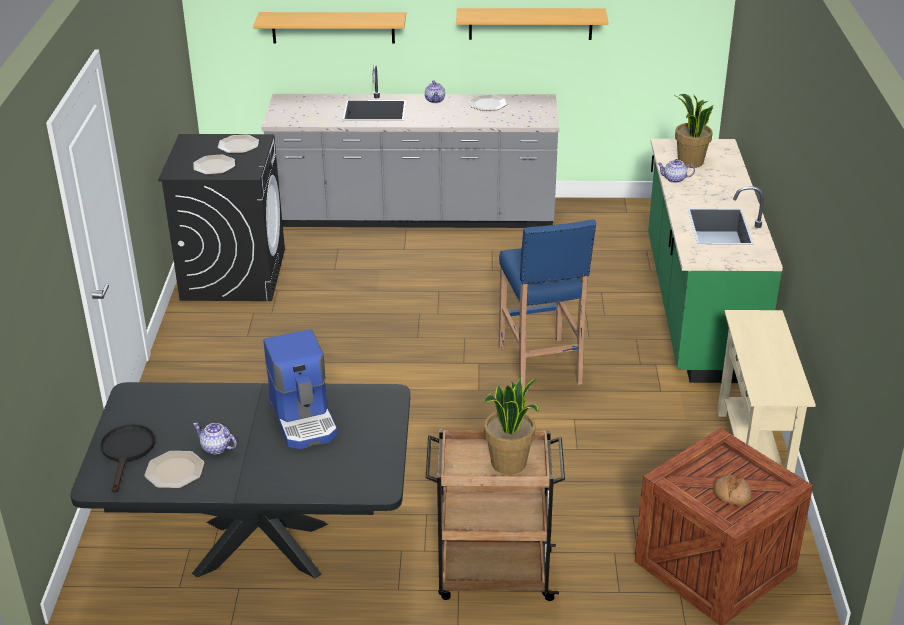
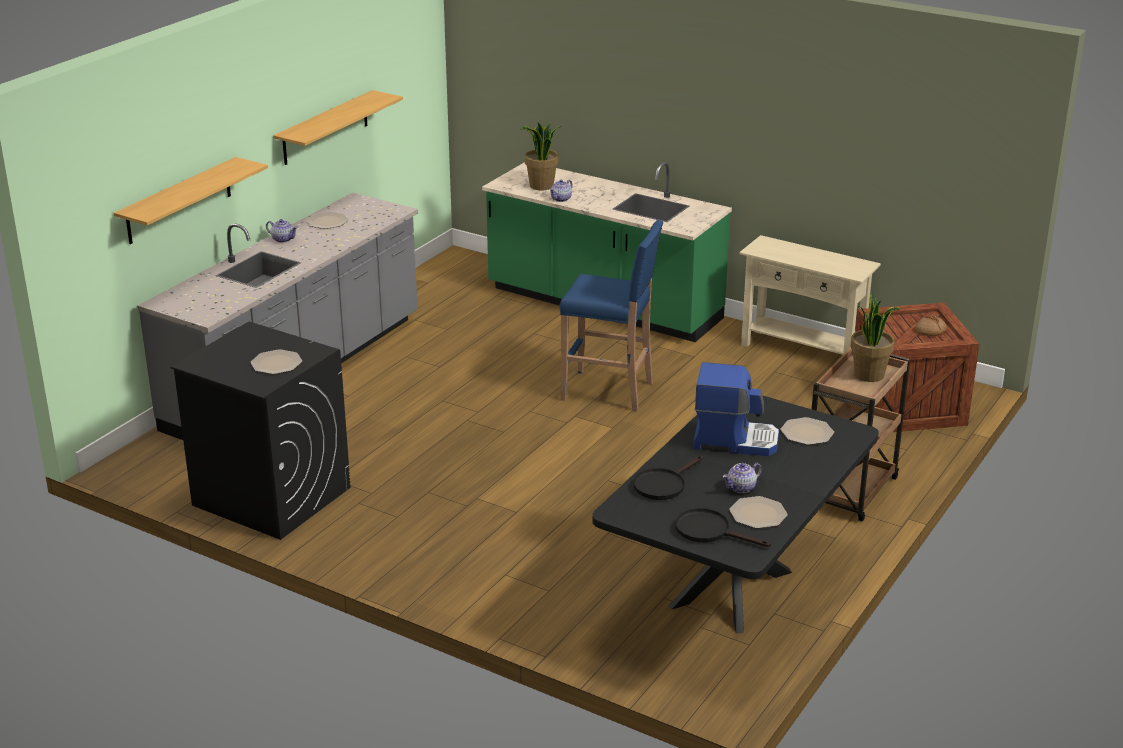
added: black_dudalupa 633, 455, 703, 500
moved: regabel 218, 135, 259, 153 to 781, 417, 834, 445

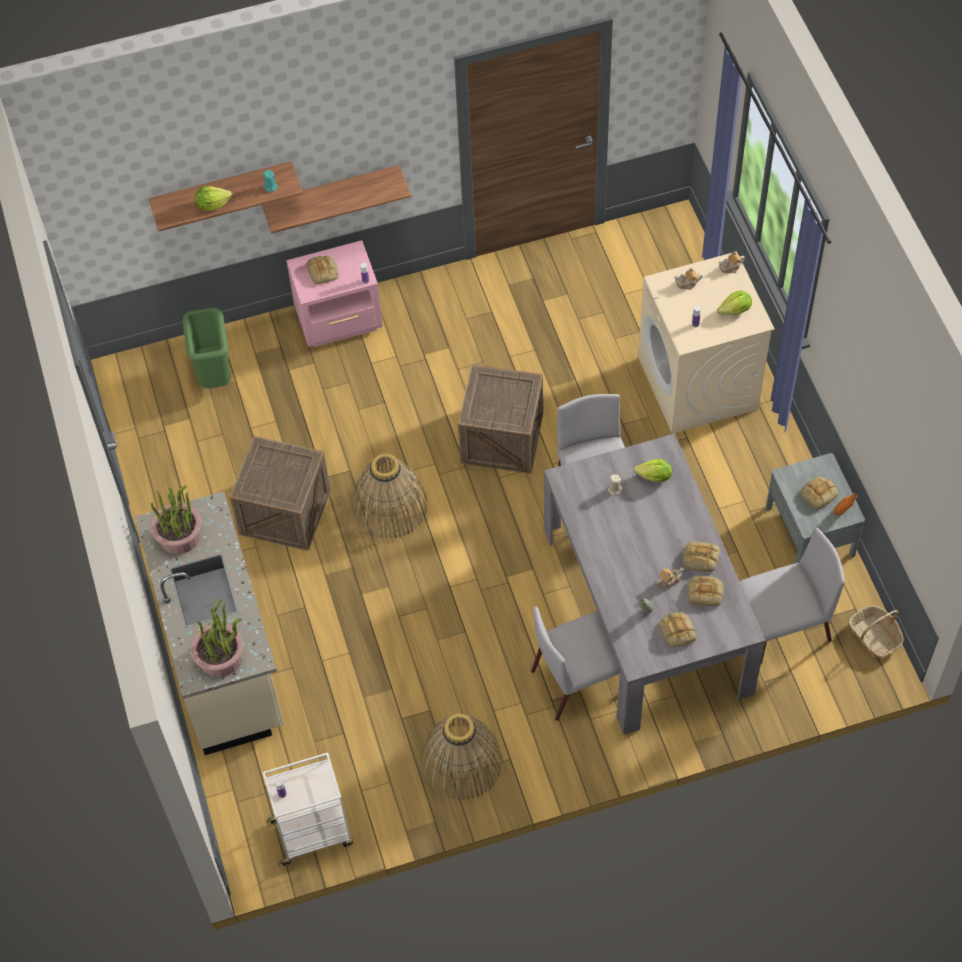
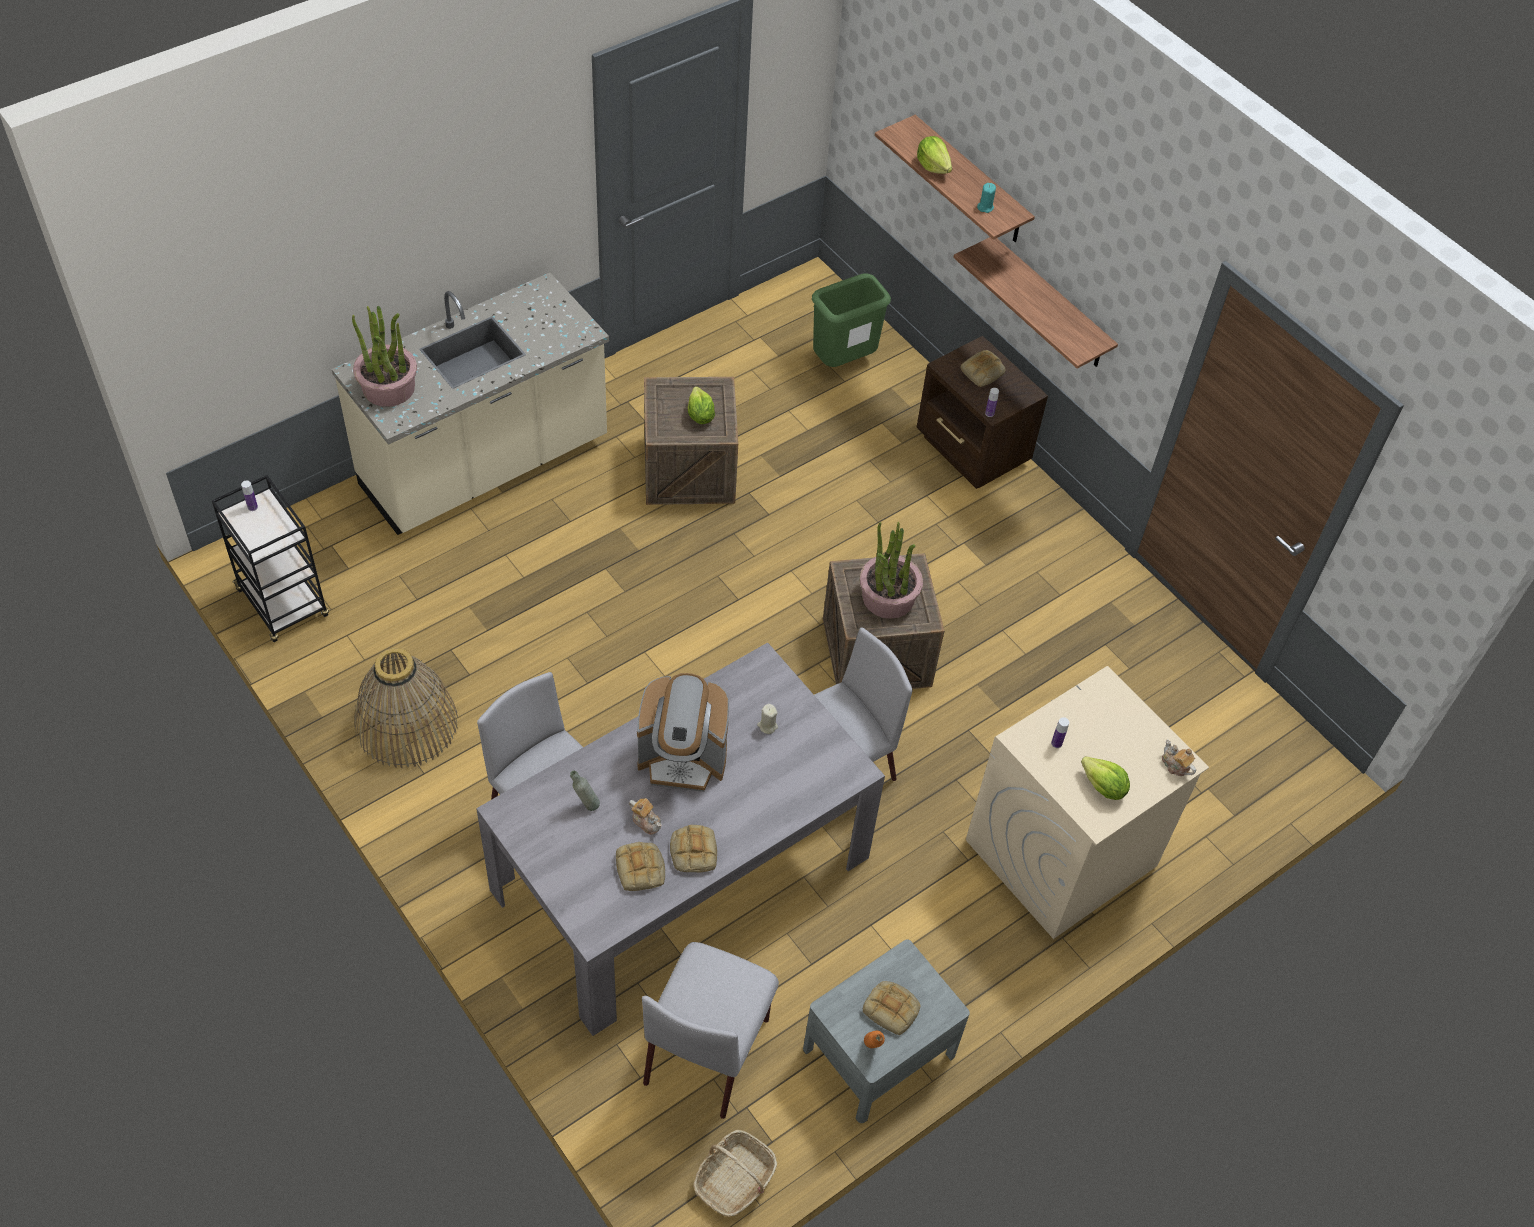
removed: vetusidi 353, 453, 428, 539; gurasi 659, 612, 696, 647; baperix 674, 268, 702, 290
added: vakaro 637, 673, 729, 792
moved: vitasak 150, 485, 201, 554 to 860, 522, 923, 619; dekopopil 633, 459, 672, 482 to 688, 386, 715, 424
recoloured: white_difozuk 263, 753, 353, 866 to black_difozuk 212, 475, 329, 642; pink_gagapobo 286, 240, 383, 347 to brown_gagapobo 917, 336, 1048, 489
turned: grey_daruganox 740, 528, 845, 664 = 642, 942, 779, 1119 60 degrees clockwise

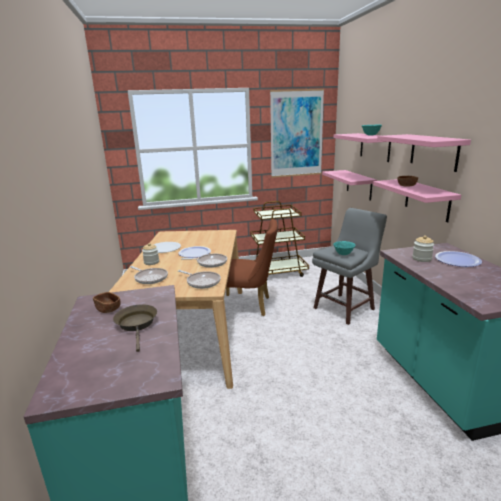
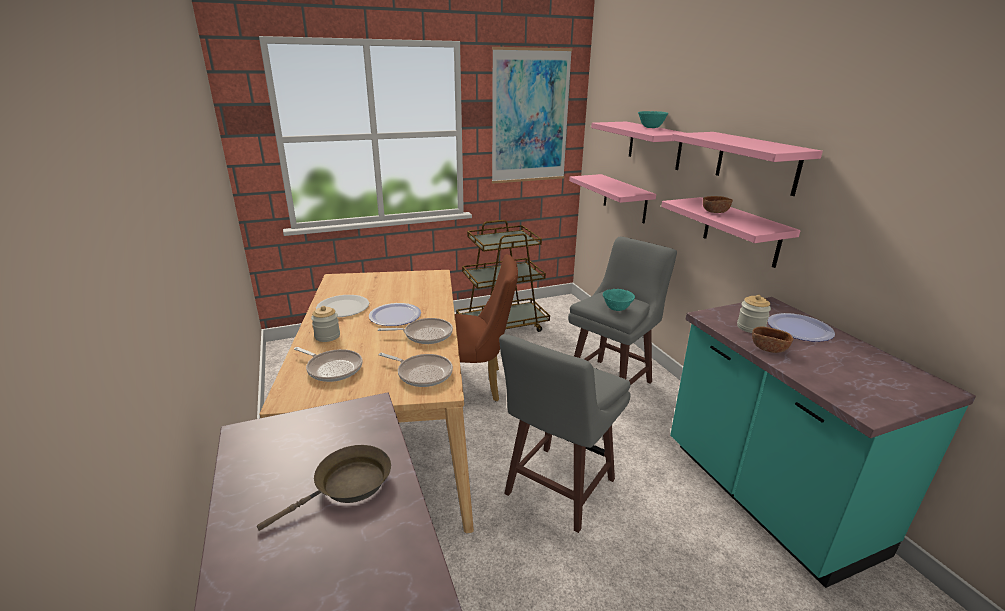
added: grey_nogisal 499, 334, 631, 533
moved: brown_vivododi 93, 292, 121, 313 to 752, 327, 793, 353
turned: brown_dudalupa 113, 304, 157, 352 = 257, 445, 391, 531 75 degrees clockwise

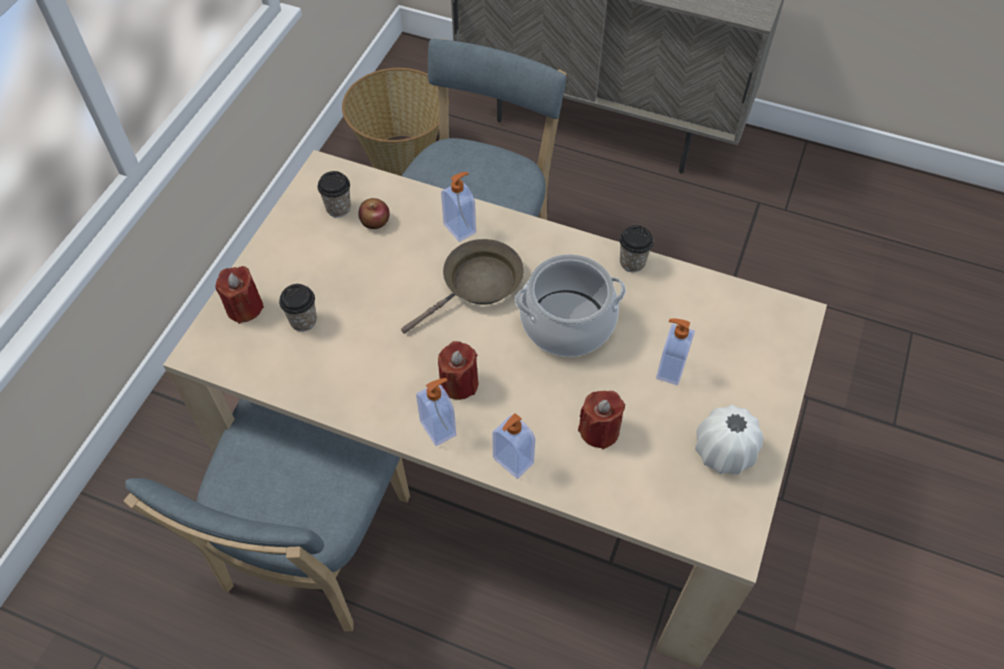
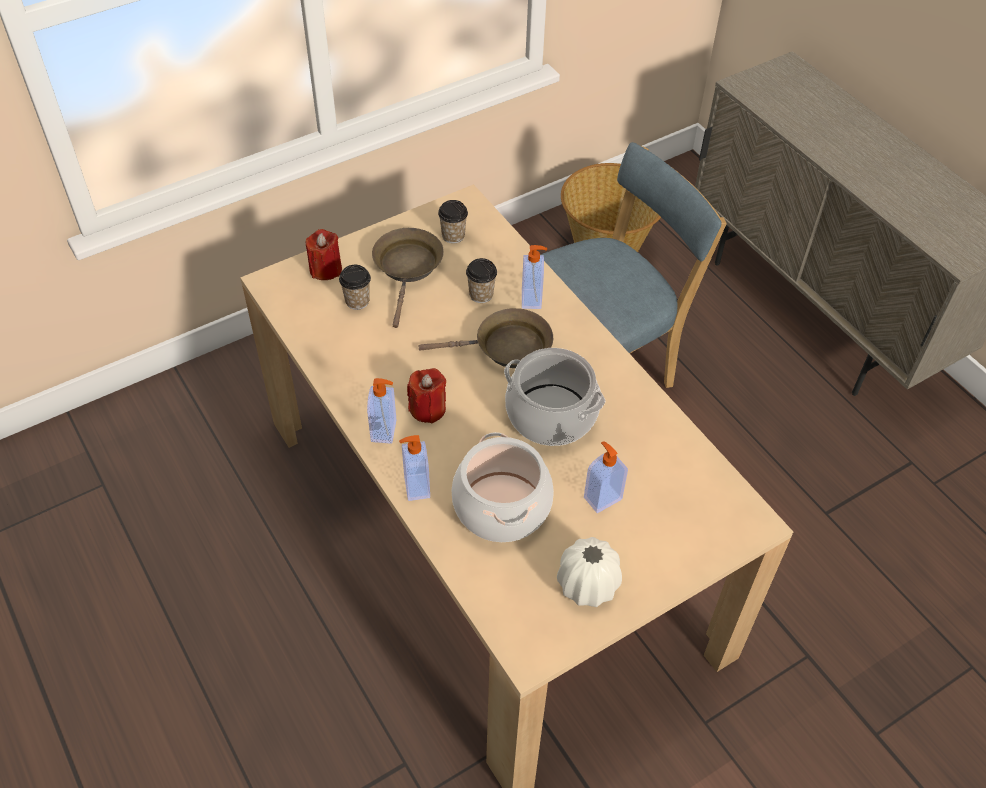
removed: blue_daruganox 124, 398, 410, 632; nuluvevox 358, 198, 390, 229
added: brown_dudalupa 372, 228, 444, 328
moved: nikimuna 620, 225, 654, 272 to 466, 258, 497, 303
replaced: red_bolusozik 578, 391, 625, 449 to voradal 451, 432, 554, 542

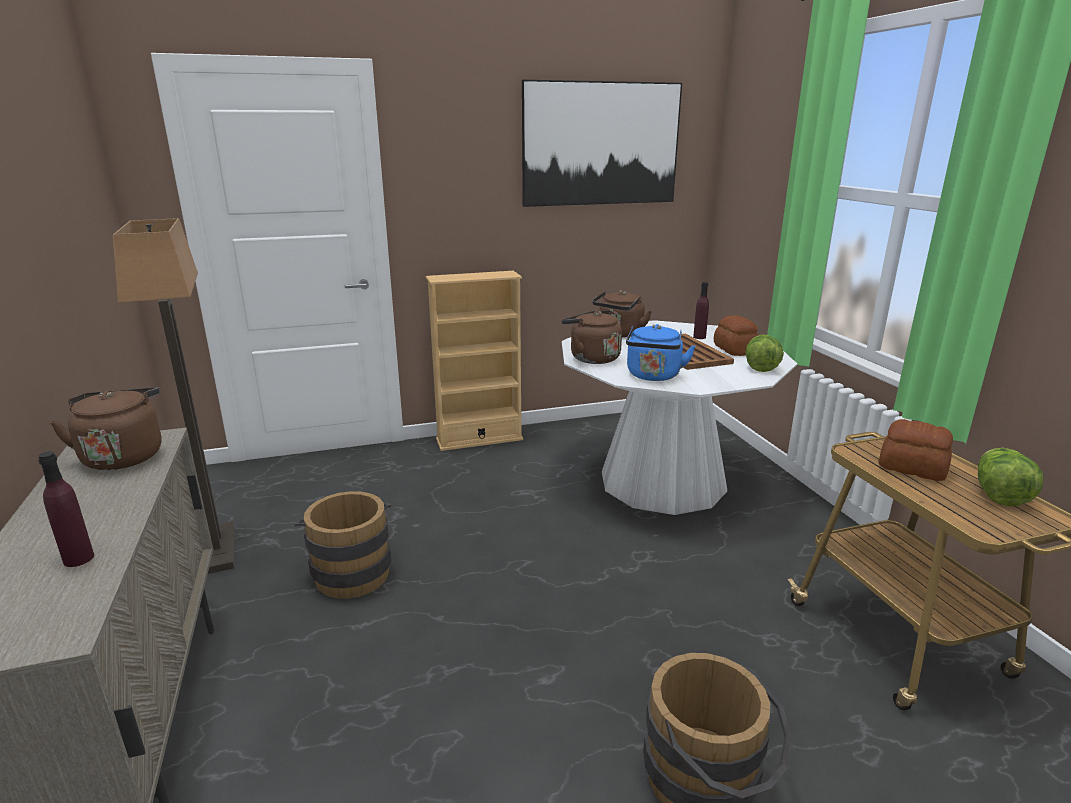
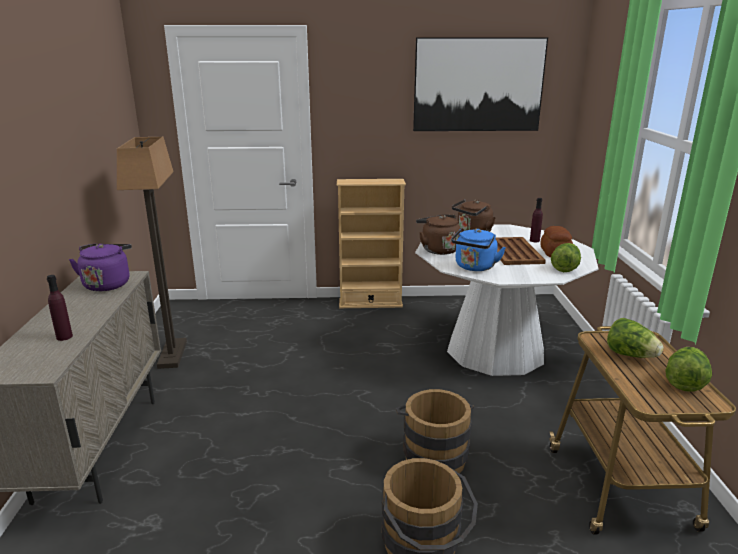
moved: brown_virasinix 294, 491, 392, 599 to 396, 389, 475, 474
replaced: gurasi 878, 419, 953, 481 to dekopopil 607, 318, 663, 358
recoloured: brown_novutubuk 50, 387, 161, 470 to purple_novutubuk 69, 244, 132, 291

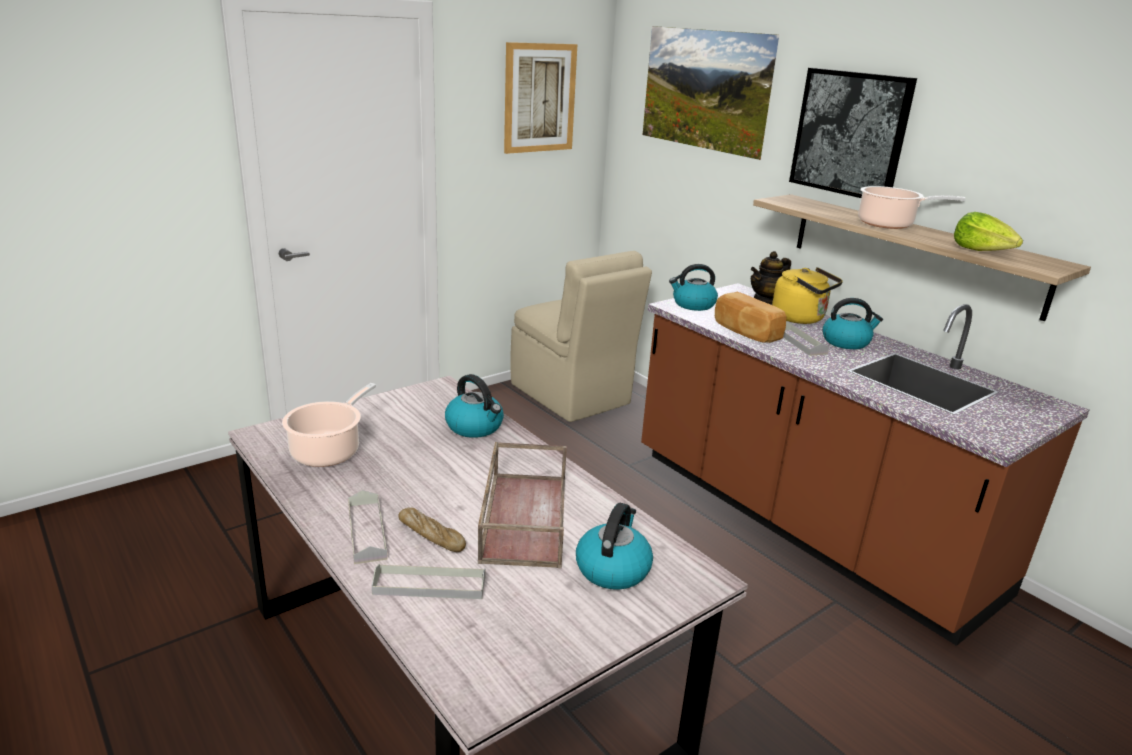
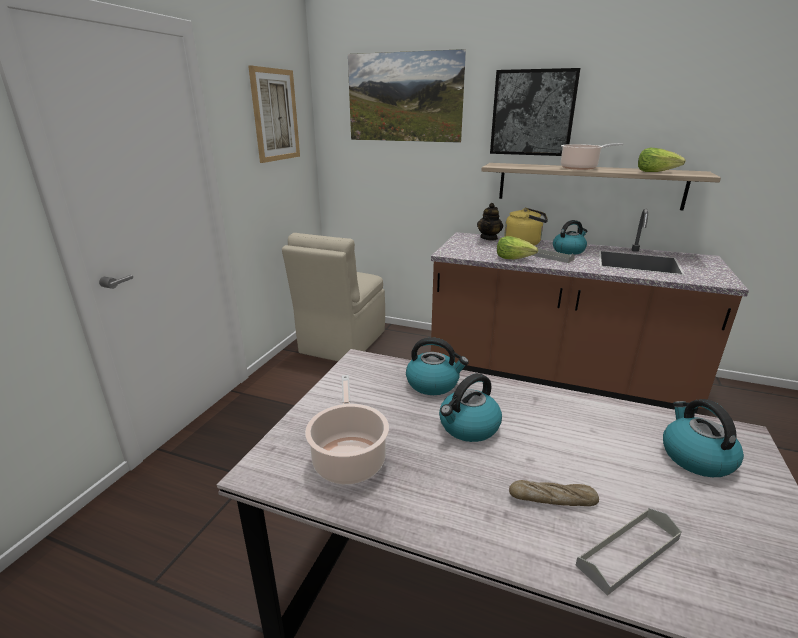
removed: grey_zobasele 348, 490, 387, 564; brown_zobasele 478, 442, 567, 568
moved: novutubuk 669, 264, 718, 311 to 439, 373, 502, 442
replaced: gurasi 715, 292, 787, 343 to dekopopil 497, 236, 538, 259
turned: beige_daruganox 510, 251, 652, 422 = 282, 233, 385, 361 90 degrees clockwise

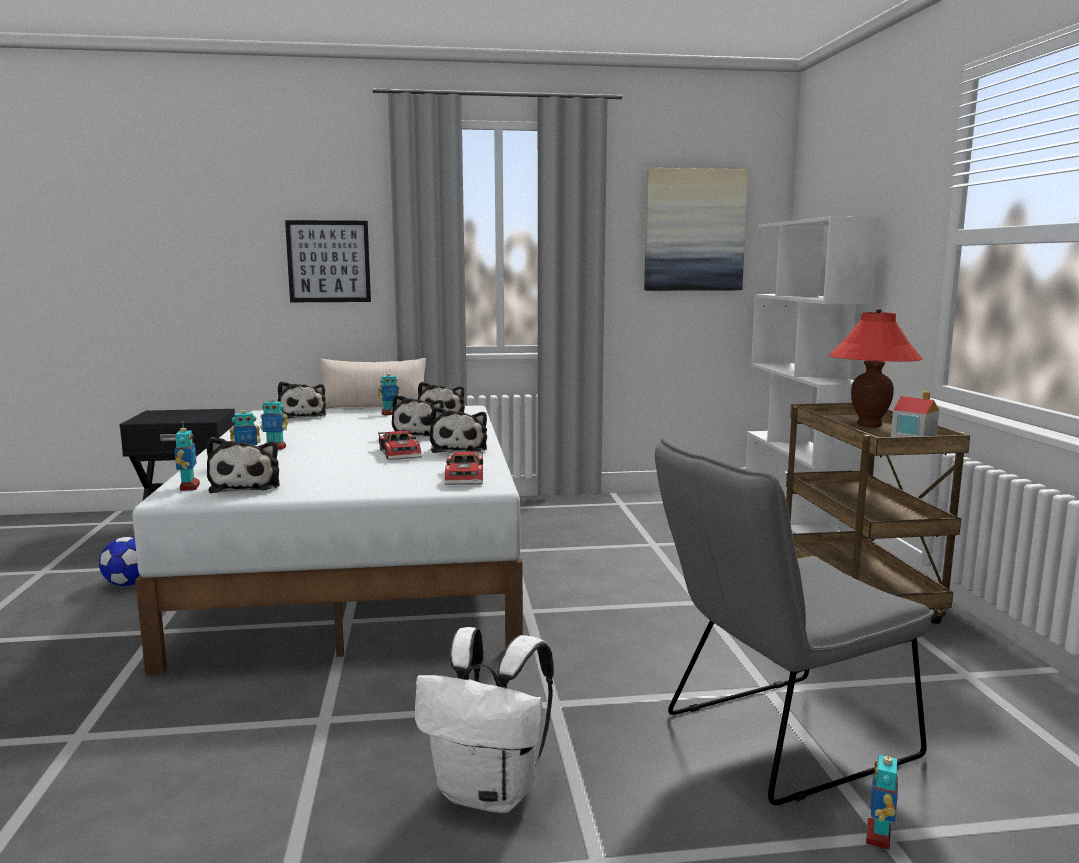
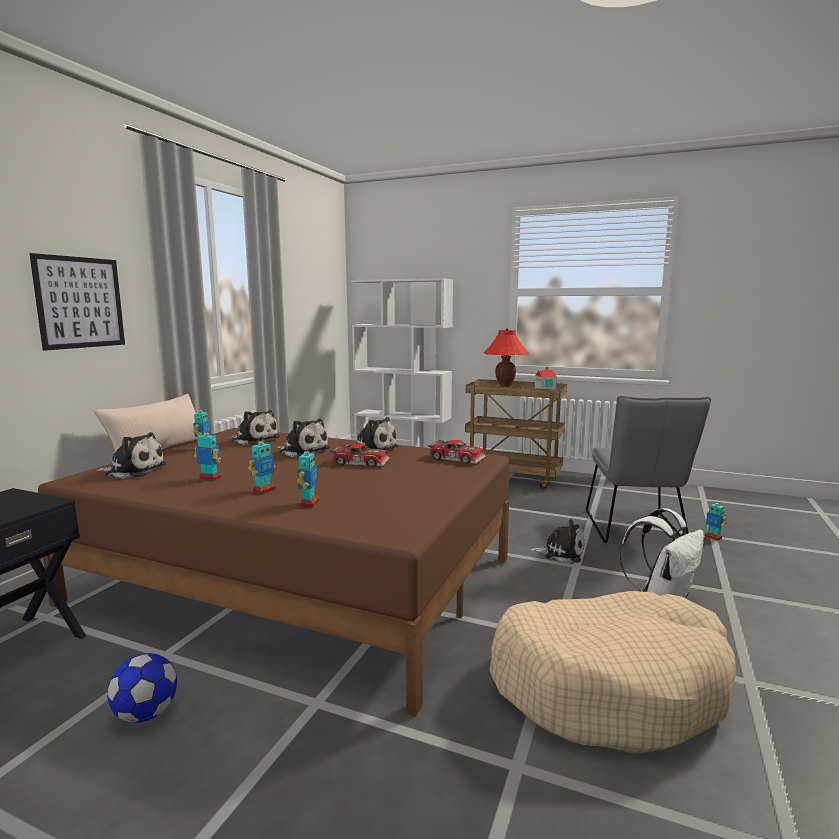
removed: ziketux 644, 168, 748, 291
added: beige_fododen 489, 591, 736, 754
moved: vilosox 174, 421, 200, 491 to 194, 428, 221, 481; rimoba 207, 437, 280, 493 to 529, 519, 584, 563
recoloured: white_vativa 132, 405, 523, 675 to brown_vativa 38, 428, 510, 717

